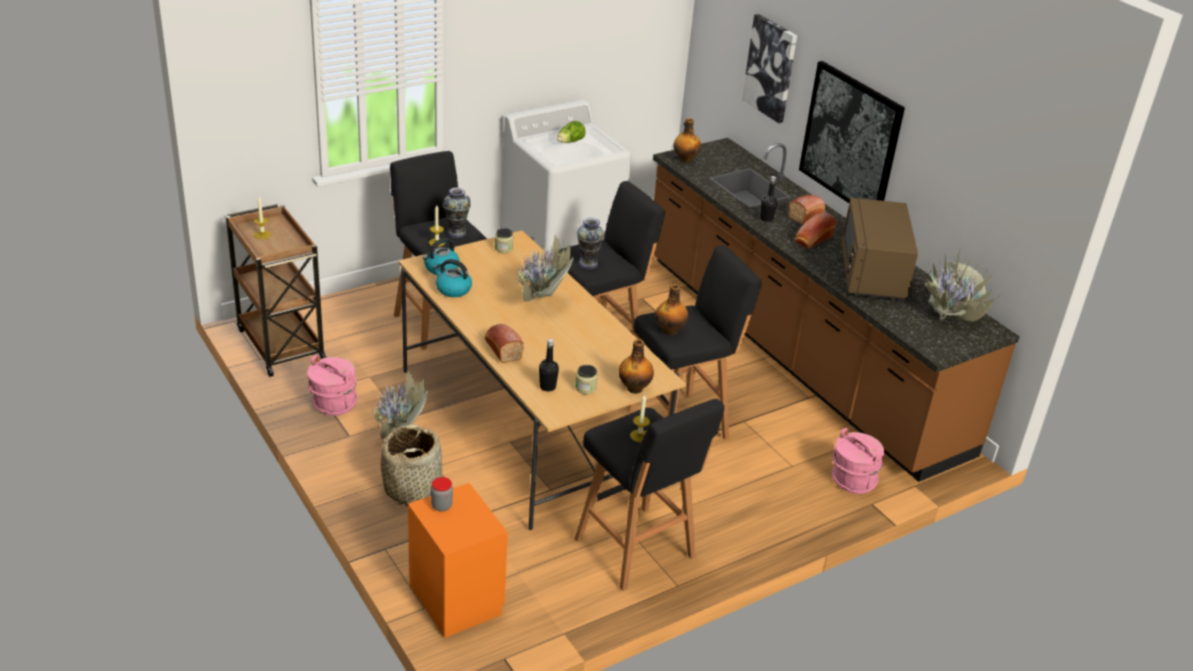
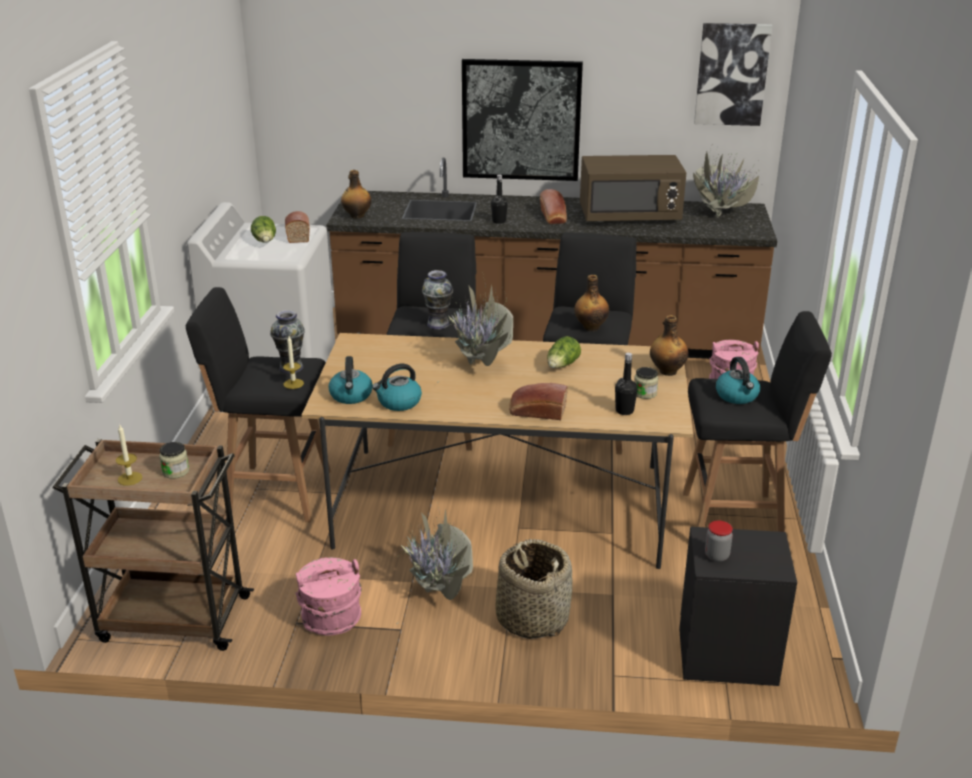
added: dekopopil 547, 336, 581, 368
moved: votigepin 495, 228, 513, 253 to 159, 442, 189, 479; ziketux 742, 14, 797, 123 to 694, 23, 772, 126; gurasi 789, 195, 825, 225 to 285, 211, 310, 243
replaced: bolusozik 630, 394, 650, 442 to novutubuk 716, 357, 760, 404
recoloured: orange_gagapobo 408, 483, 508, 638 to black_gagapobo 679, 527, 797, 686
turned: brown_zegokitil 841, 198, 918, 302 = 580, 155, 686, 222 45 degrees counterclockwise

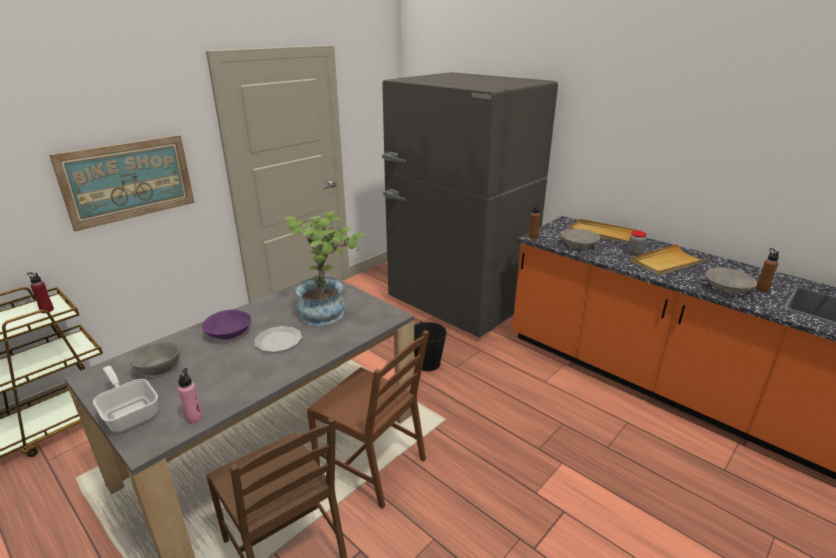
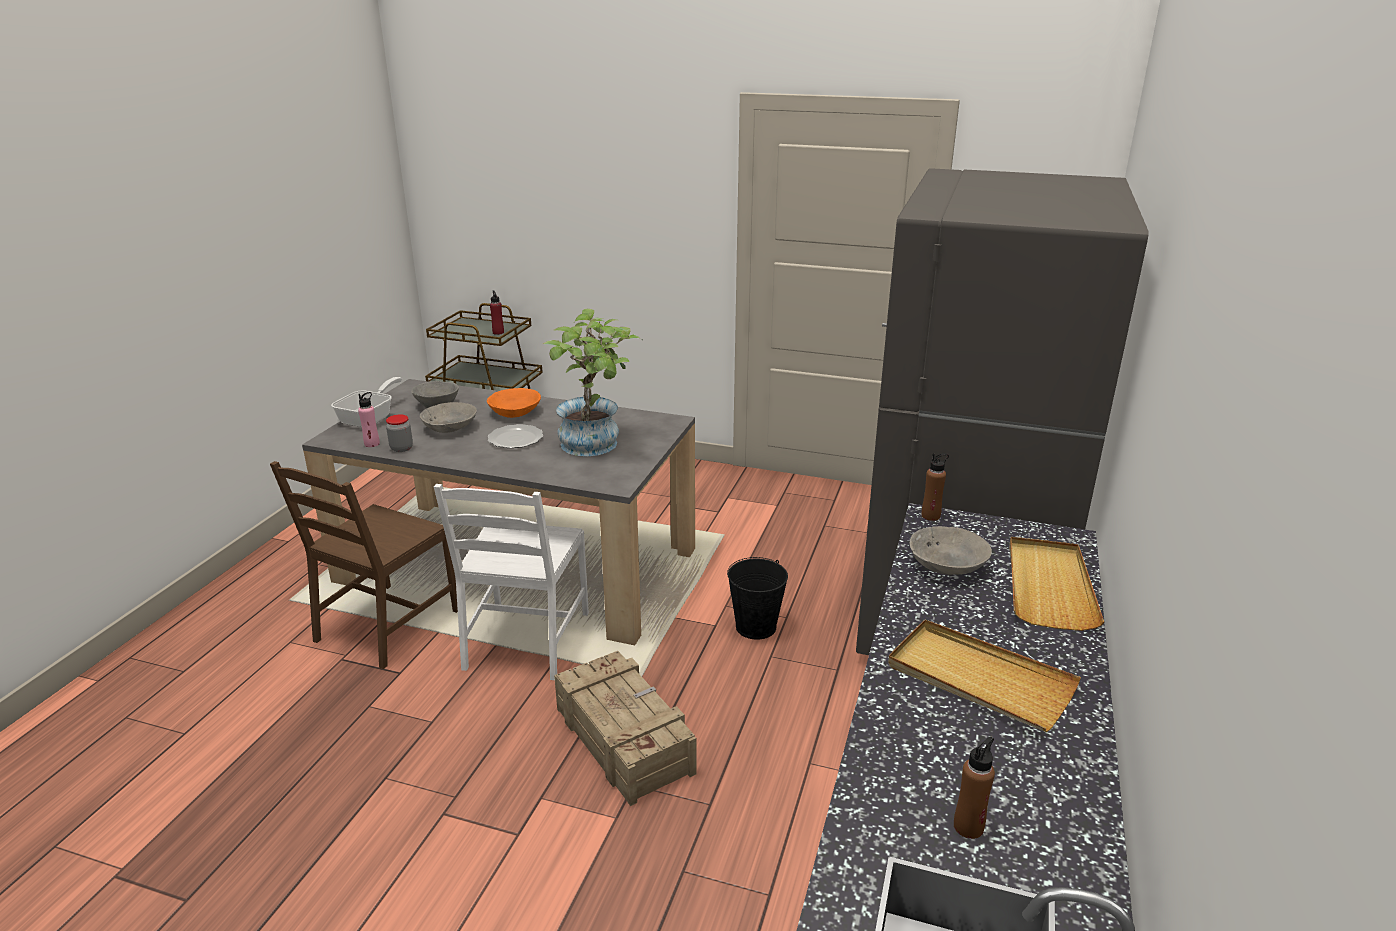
removed: ziketux 49, 135, 195, 232
added: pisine 554, 651, 696, 806
moved: votigepin 628, 231, 647, 256 to 386, 415, 413, 452; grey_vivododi 706, 268, 757, 294 to 420, 402, 477, 433
recoloured: purple_vivododi 202, 310, 251, 340 to orange_vivododi 487, 388, 541, 418; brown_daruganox 307, 330, 429, 509 to white_daruganox 434, 484, 589, 680

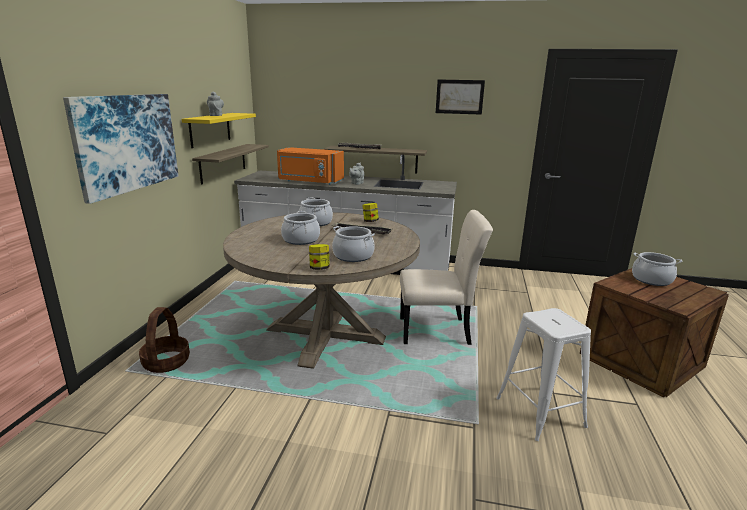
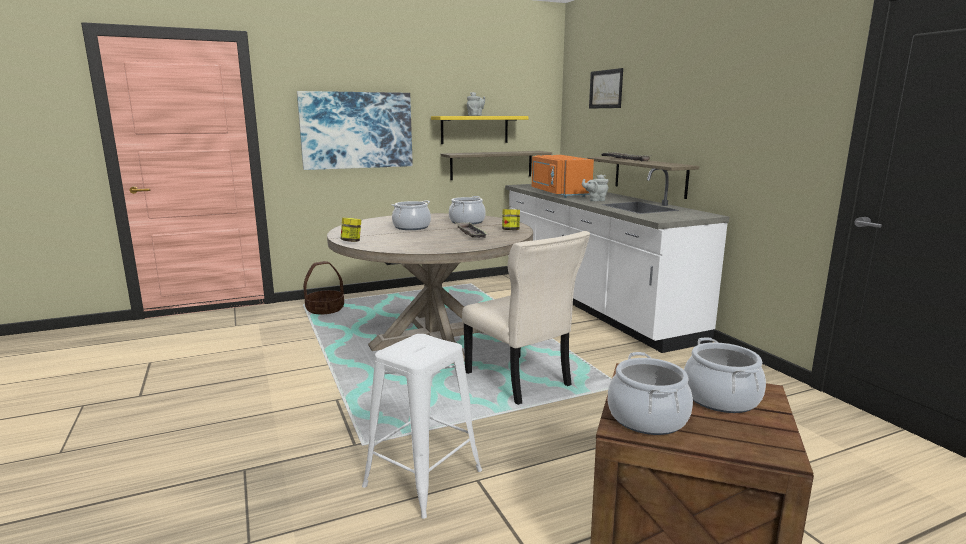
moved: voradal 332, 226, 375, 262 to 608, 352, 693, 435; ziketux 436, 79, 485, 115 to 589, 68, 623, 109

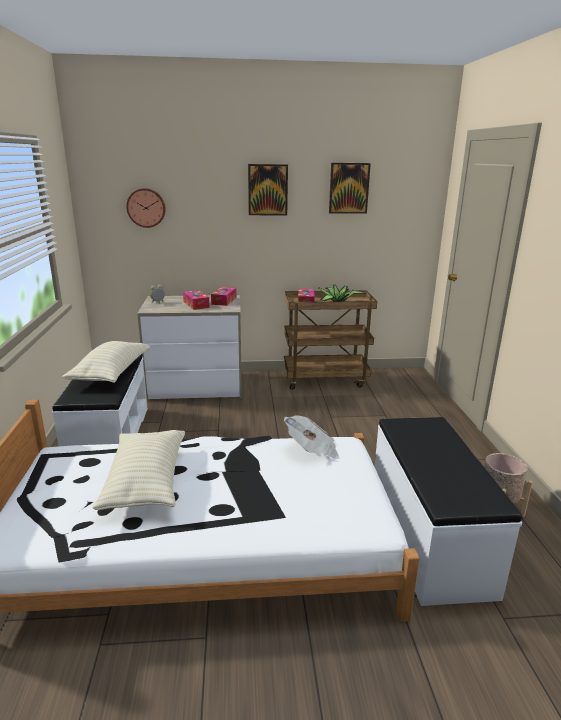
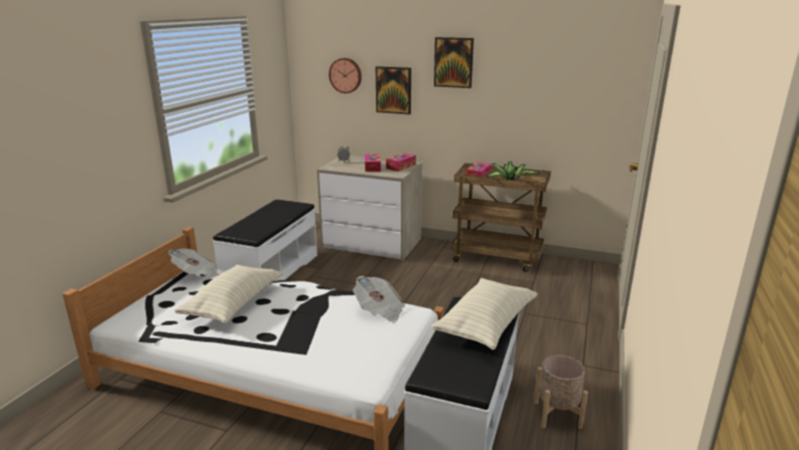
added: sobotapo 168, 248, 218, 278
moved: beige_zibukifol 62, 341, 150, 383 to 431, 278, 538, 350; ziketux 329, 163, 371, 214 to 376, 66, 411, 115

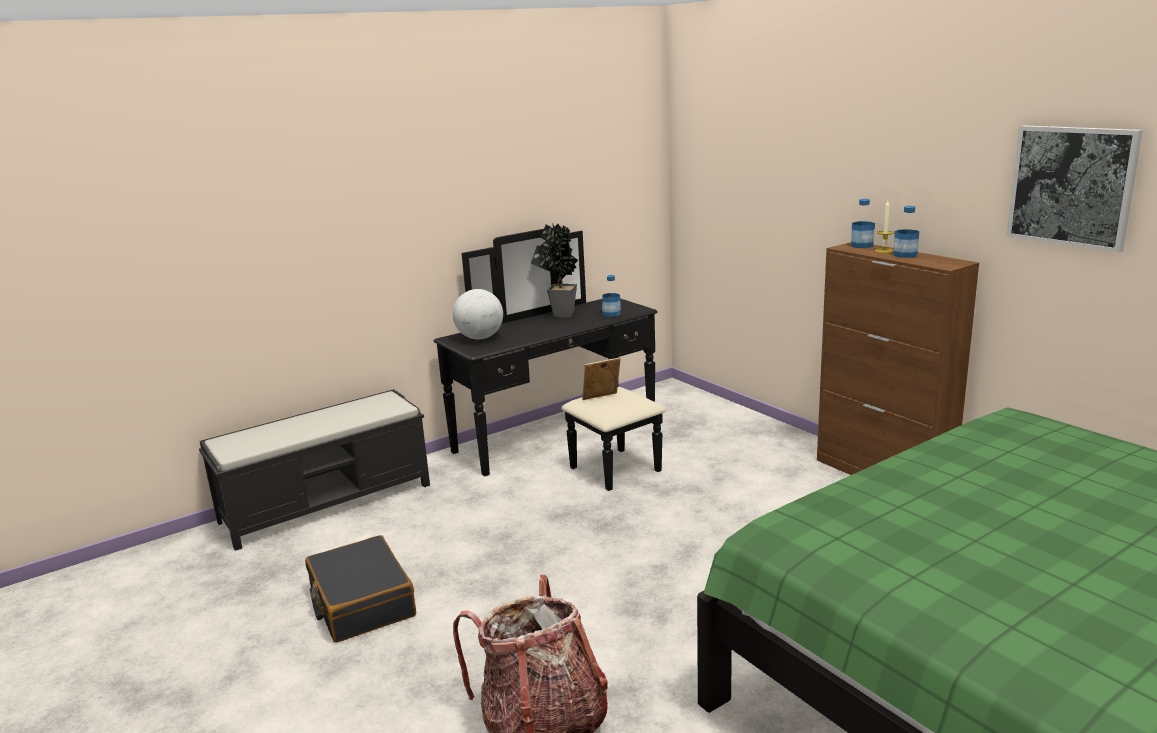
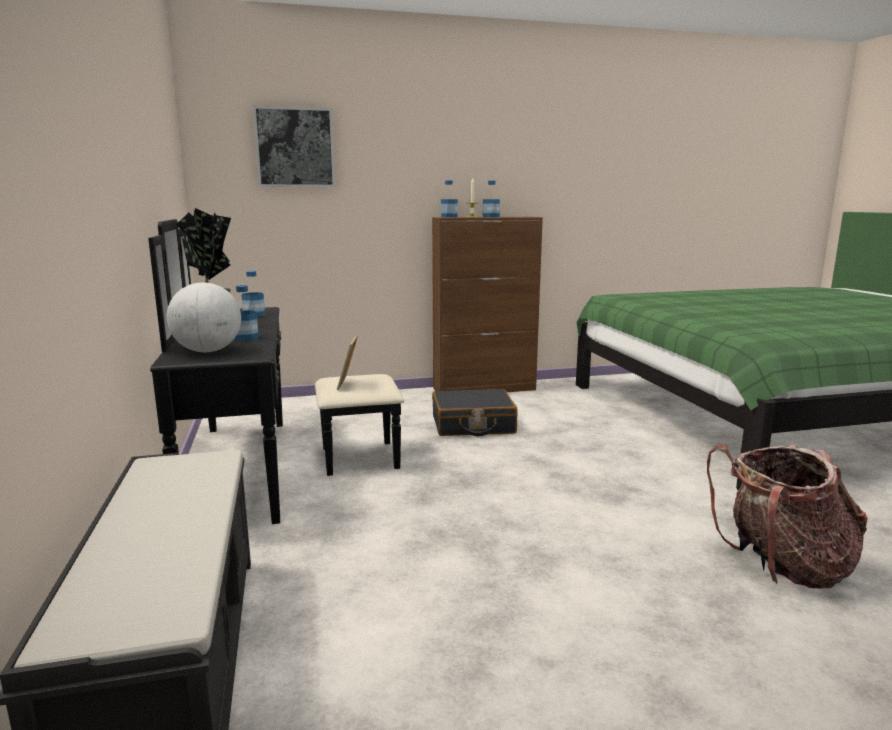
added: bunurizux 234, 285, 259, 341
moved: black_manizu 305, 535, 416, 643 to 432, 389, 518, 436; ziketux 1006, 125, 1143, 252 to 253, 105, 336, 187

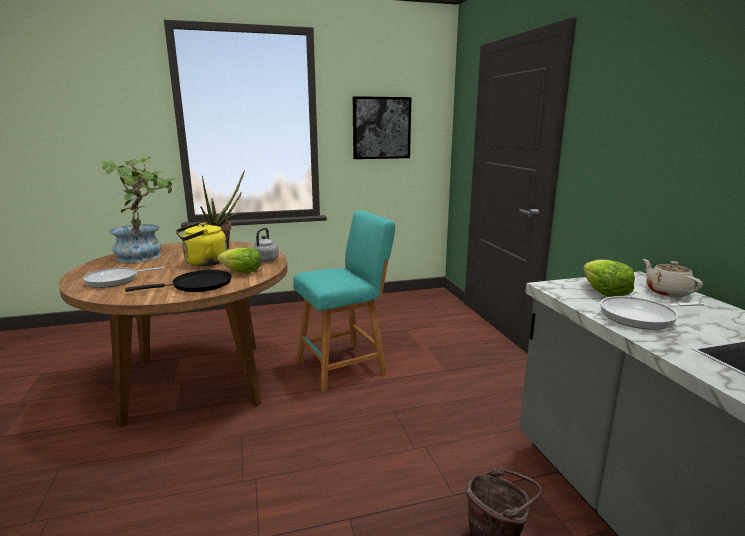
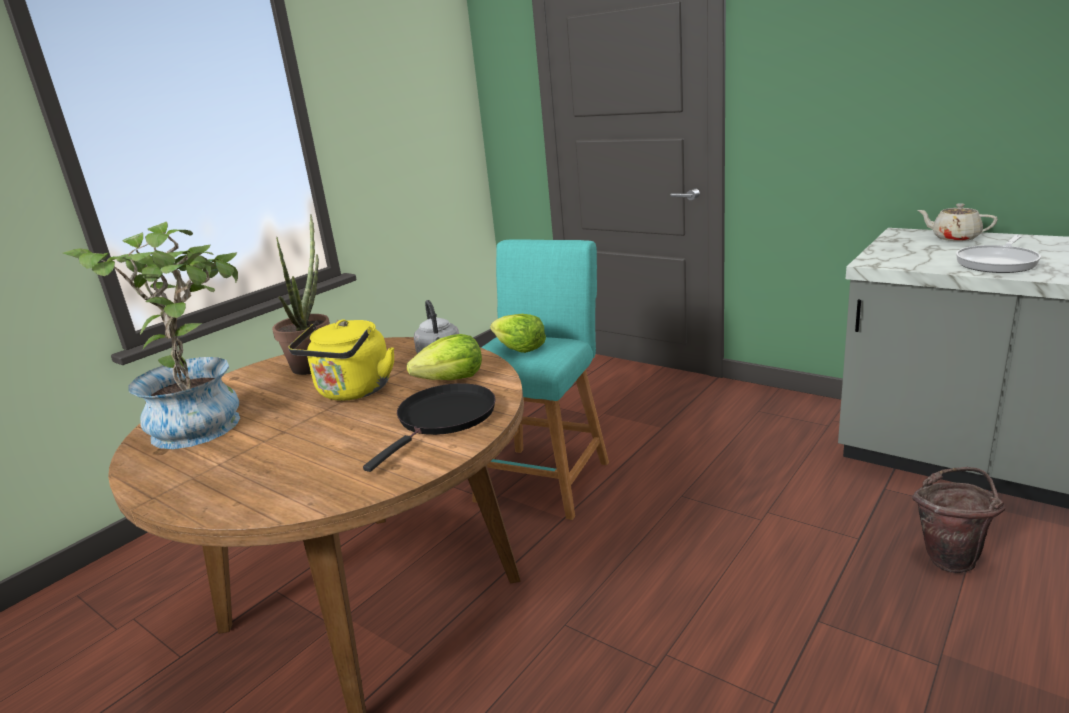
removed: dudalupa 83, 267, 164, 288; ziketux 353, 96, 411, 159
moved: dekopopil 583, 260, 635, 297 to 490, 314, 546, 353

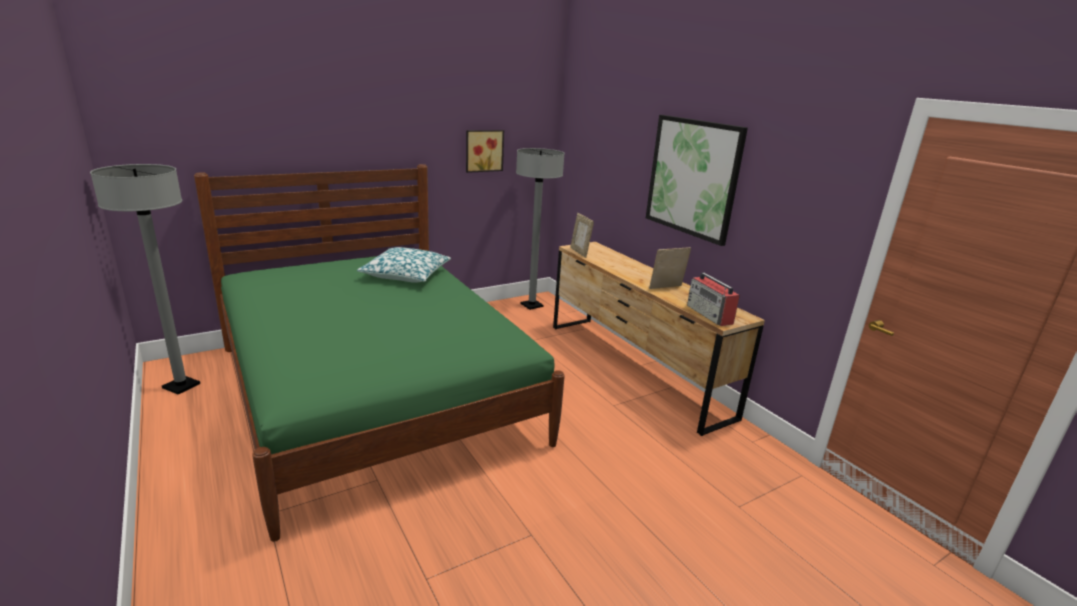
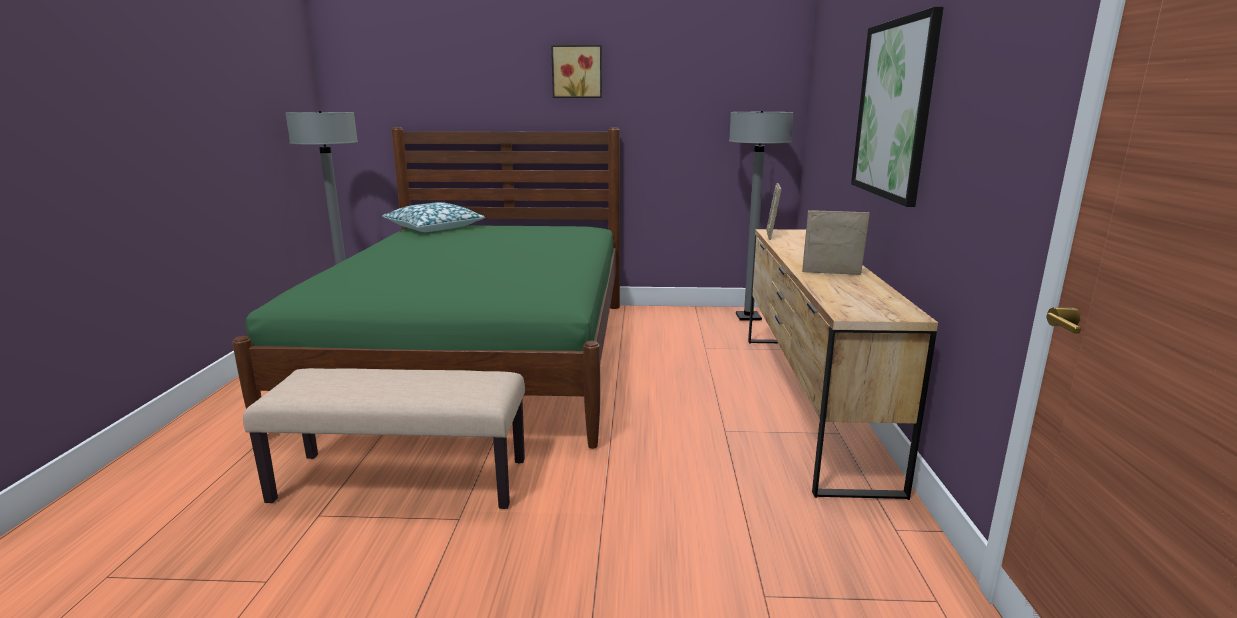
removed: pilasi 687, 273, 740, 326
added: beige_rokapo 243, 368, 525, 509
moved: zibukifol 357, 247, 451, 283 to 382, 202, 485, 232; ziketux 466, 130, 504, 173 to 551, 45, 602, 98

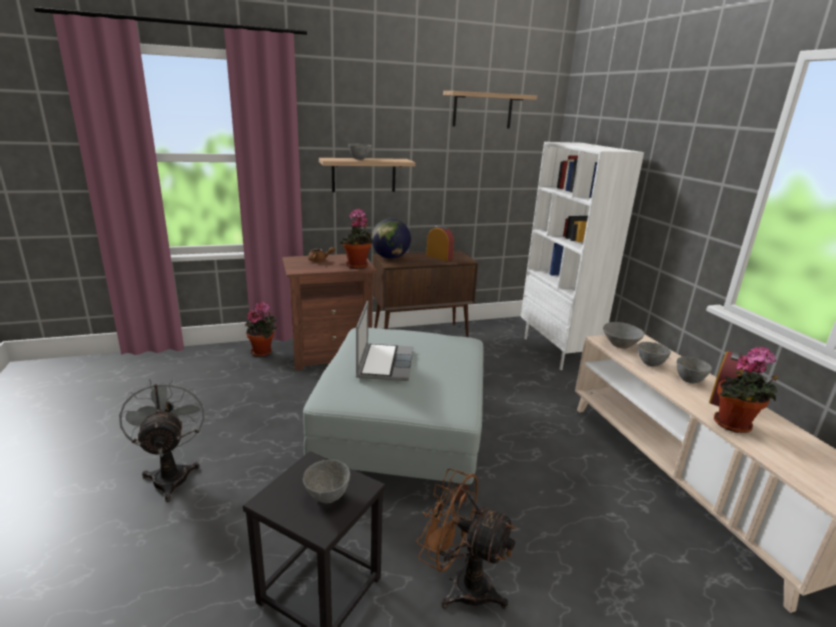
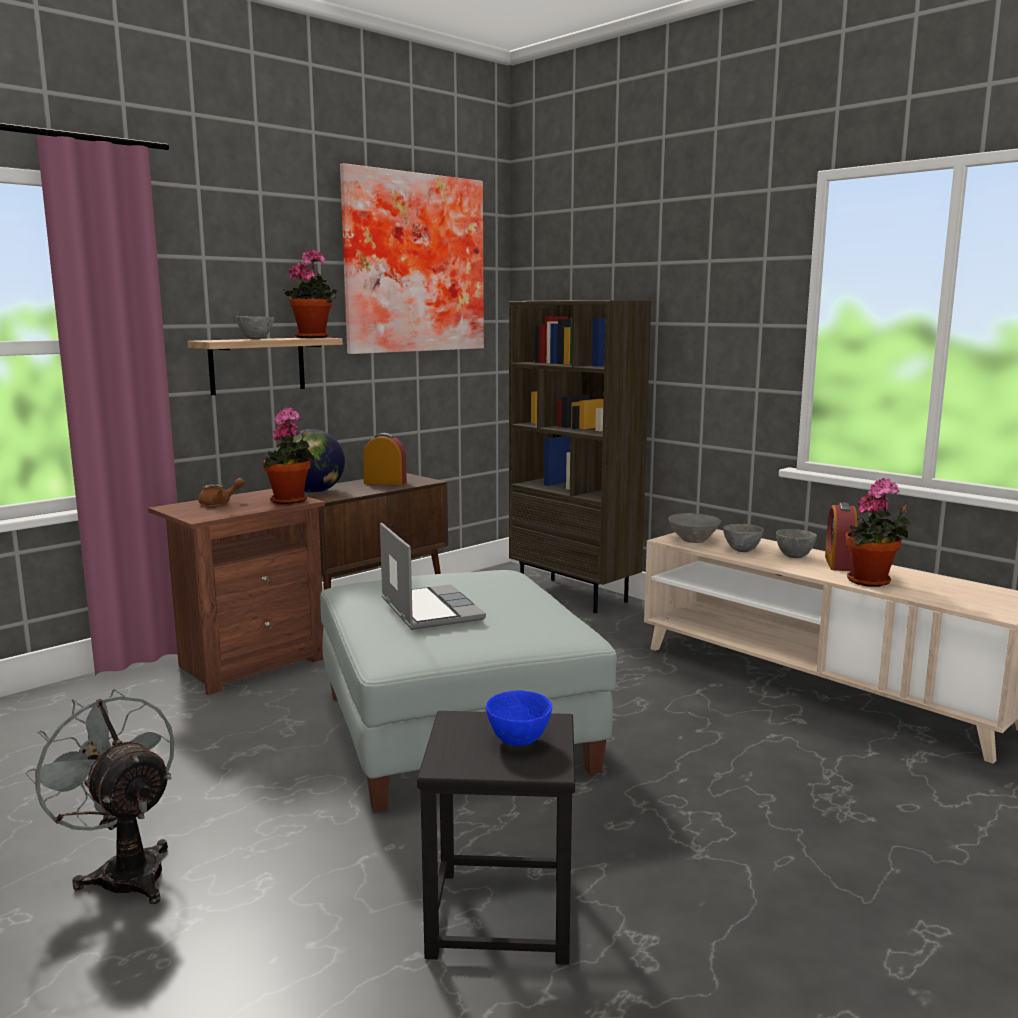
removed: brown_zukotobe 416, 469, 516, 609
moved: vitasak 245, 301, 277, 357 to 282, 249, 337, 338
replaced: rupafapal 443, 91, 537, 128 to ziketux 340, 163, 484, 354
recoloured: grey_vivododi 303, 460, 350, 503 to blue_vivododi 486, 690, 552, 746; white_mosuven 521, 142, 644, 370 to brown_mosuven 509, 300, 651, 613

